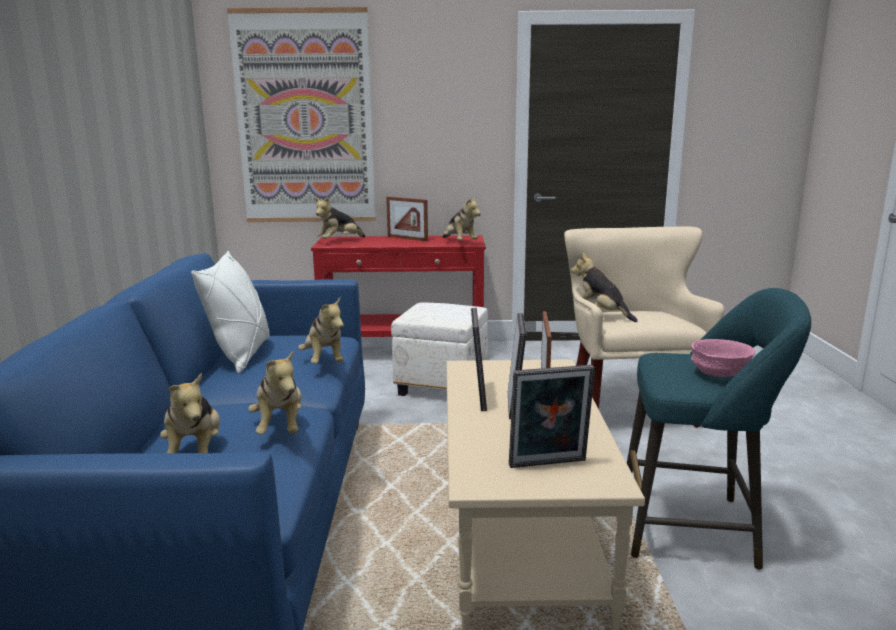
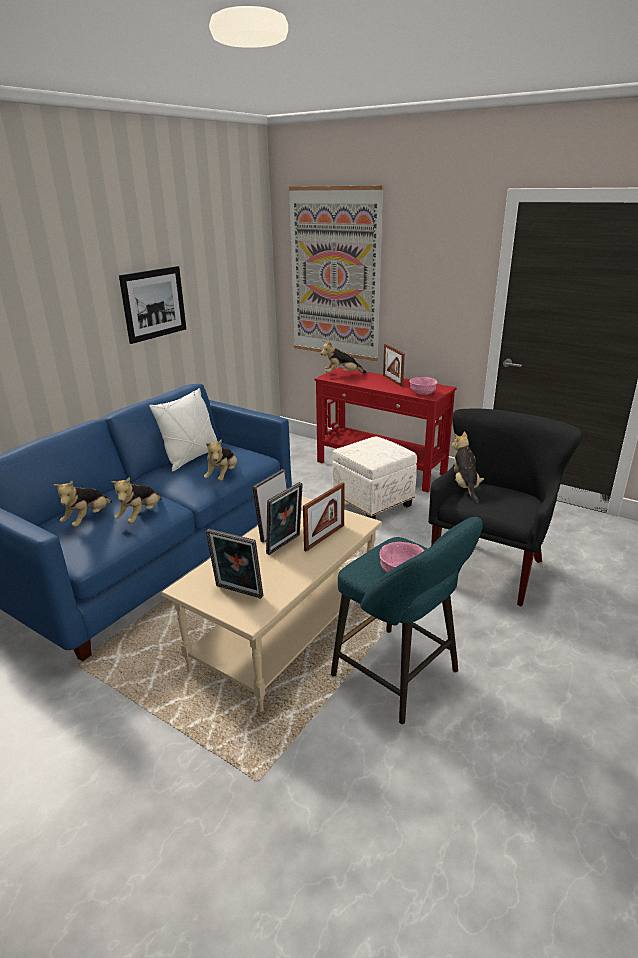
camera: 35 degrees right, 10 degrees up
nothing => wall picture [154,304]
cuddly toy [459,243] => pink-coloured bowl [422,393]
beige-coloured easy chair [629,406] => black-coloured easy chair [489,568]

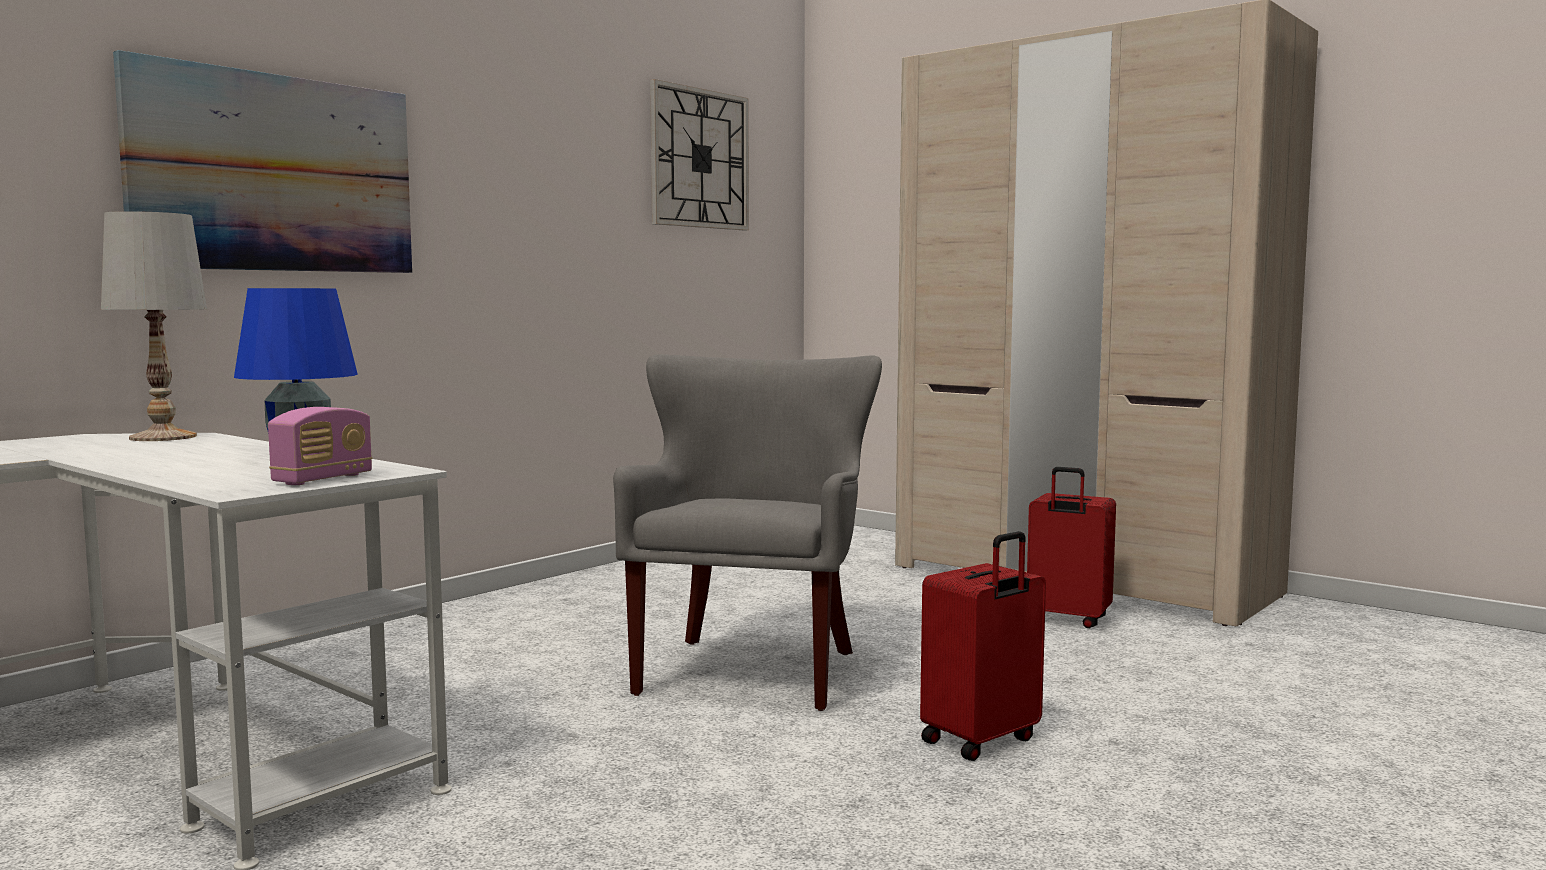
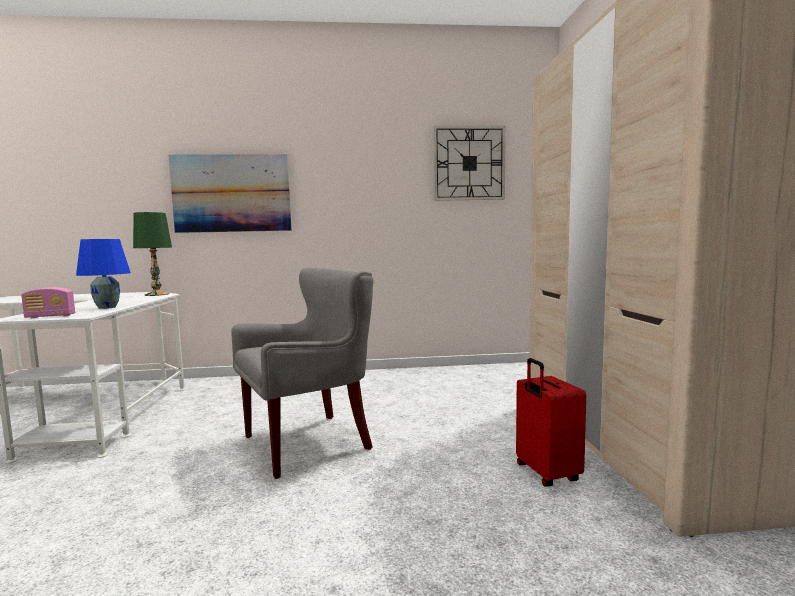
camera: 45 degrees right, 0 degrees up
red-coloured travel case [982,741] => nothing
white-coloured lamp for a table [162,437] => greenish lamp for a table [156,294]

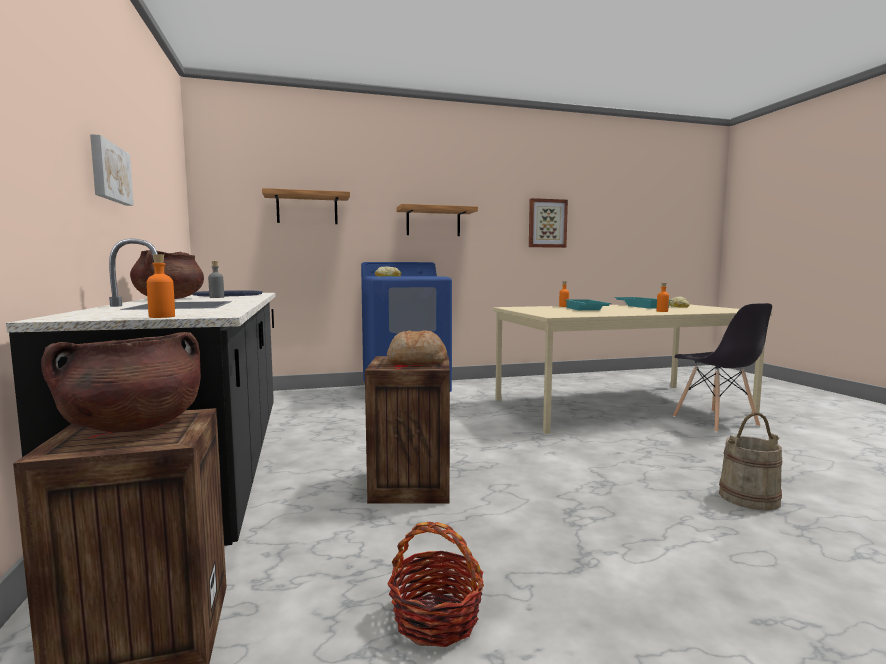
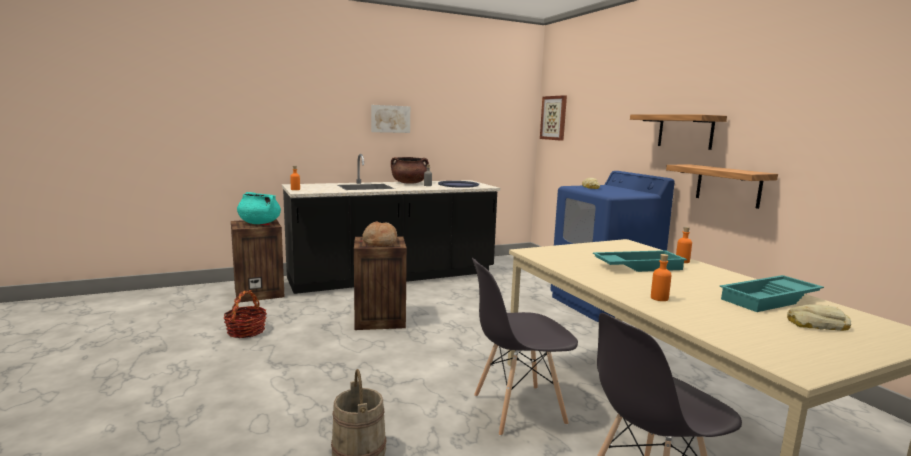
camera: 80 degrees right, 5 degrees up
nothing => greyish chair [517,410]
wall shelf [307,209] => wall shelf [728,185], relocated
wall picture [547,223] => wall picture [554,118], relocated
brownish cooking pot [134,427] => turquoise cooking pot [259,223]

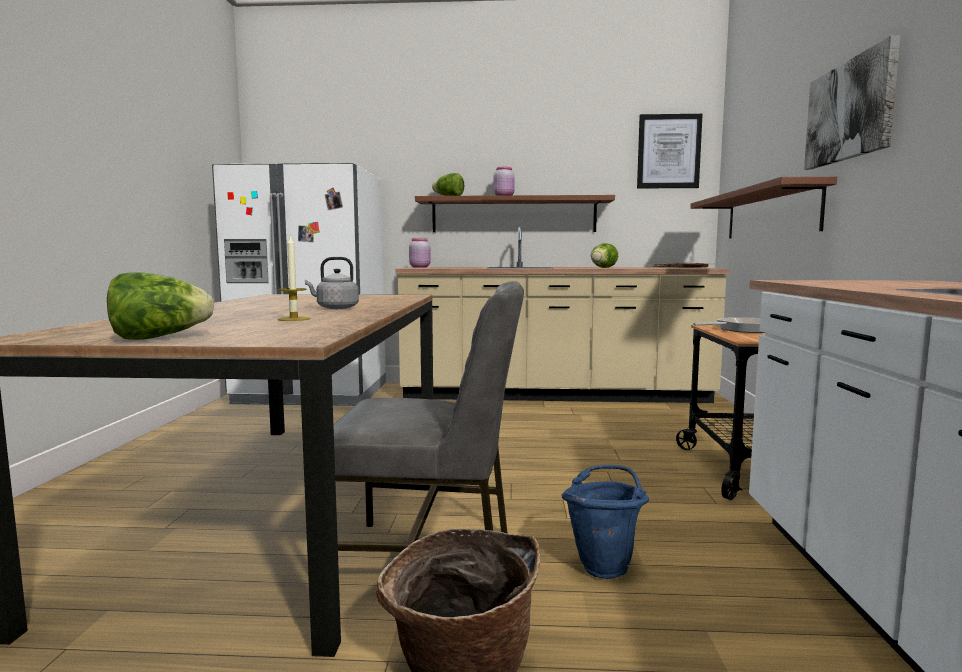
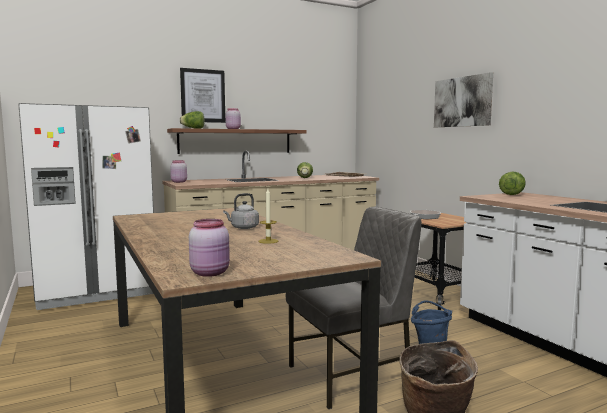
camera: 30 degrees left, 0 degrees up
brownish wall shelf [769,214] => nothing
nothing => pink-coloured preserve jar [211,273]
lettuce [159,337] => lettuce [512,194], relocated
wall picture [668,151] => wall picture [203,96], relocated

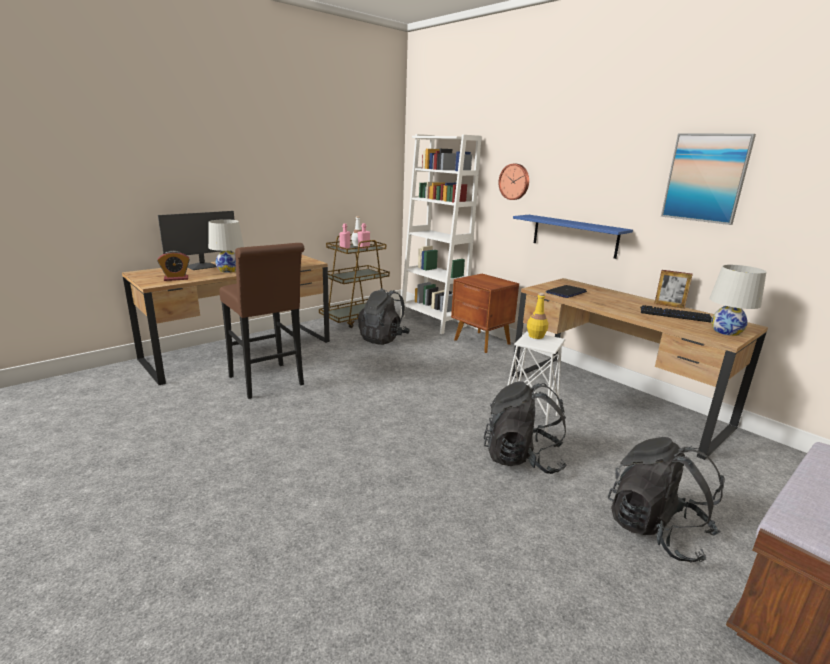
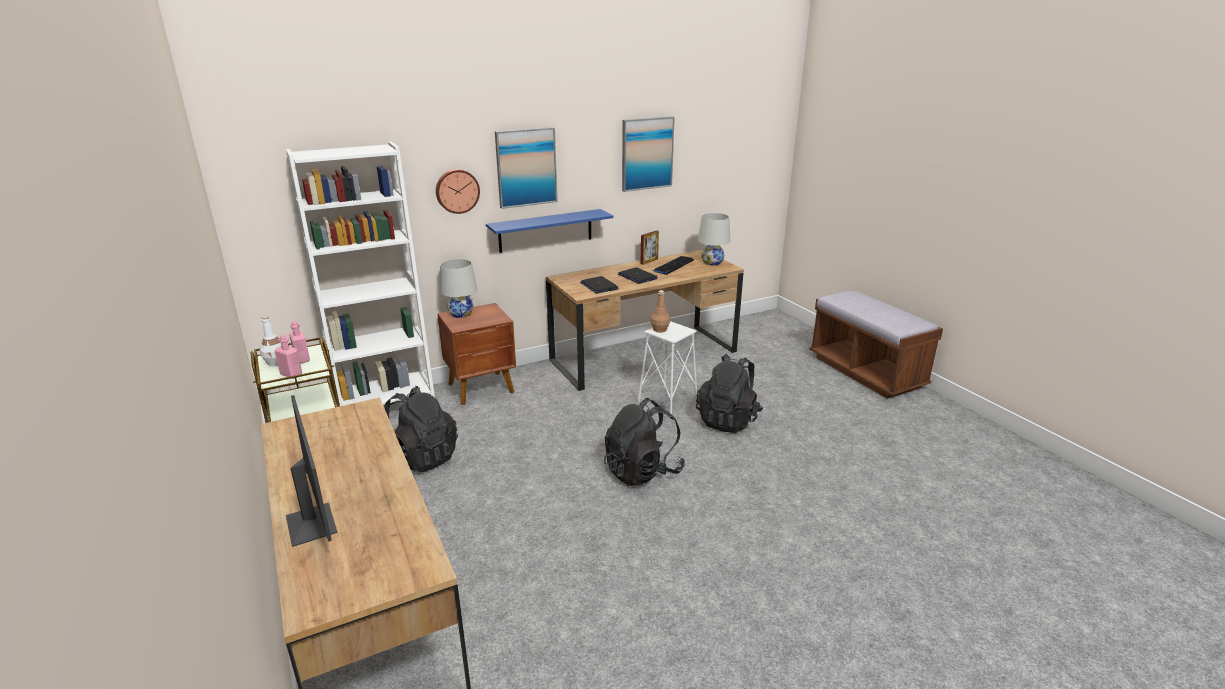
camera: 75 degrees left, 5 degrees up
table clock [176,279] => nothing
brownish stool [268,383] => nothing
nothing => wall picture [526,167]
nothing => portable computer [637,276]
white-coloured lamp for a table [228,270] => white-coloured lamp for a table [461,314], relocated
black-coloured backpack [656,530] => black-coloured backpack [642,471], relocated
yellow-coloured beverage bottle [535,336] => brownish beverage bottle [659,329]

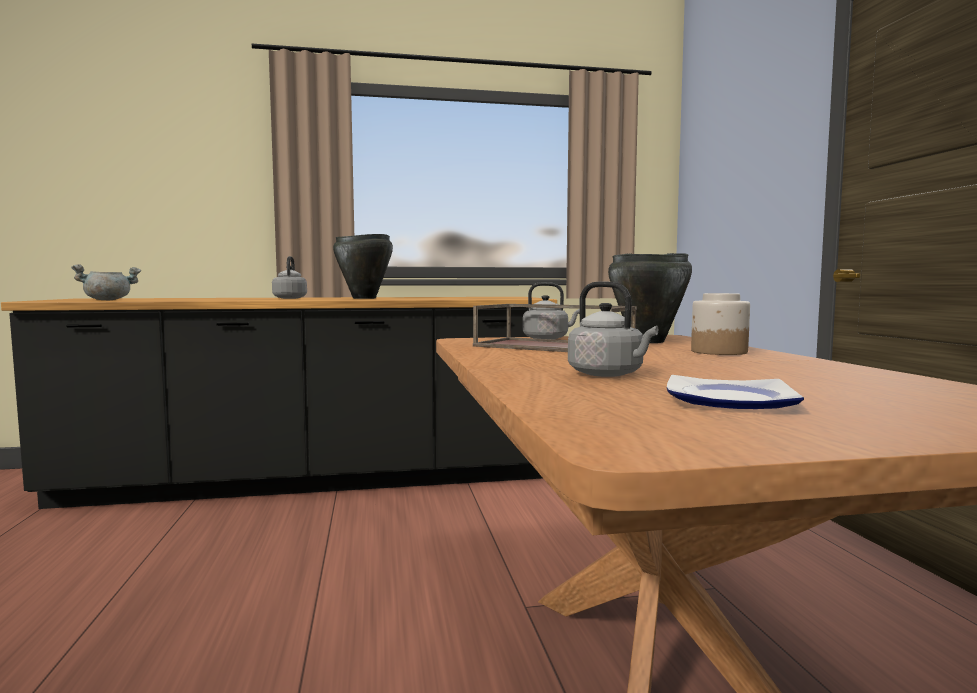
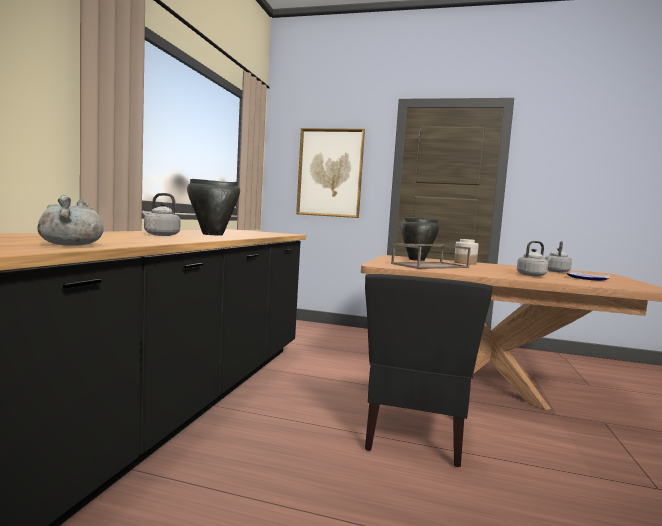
camera: 65 degrees left, 0 degrees up
nothing => wall picture [330,173]
nothing => black-coloured chair [414,434]
greyish kettle [548,339] => greyish kettle [556,271], relocated

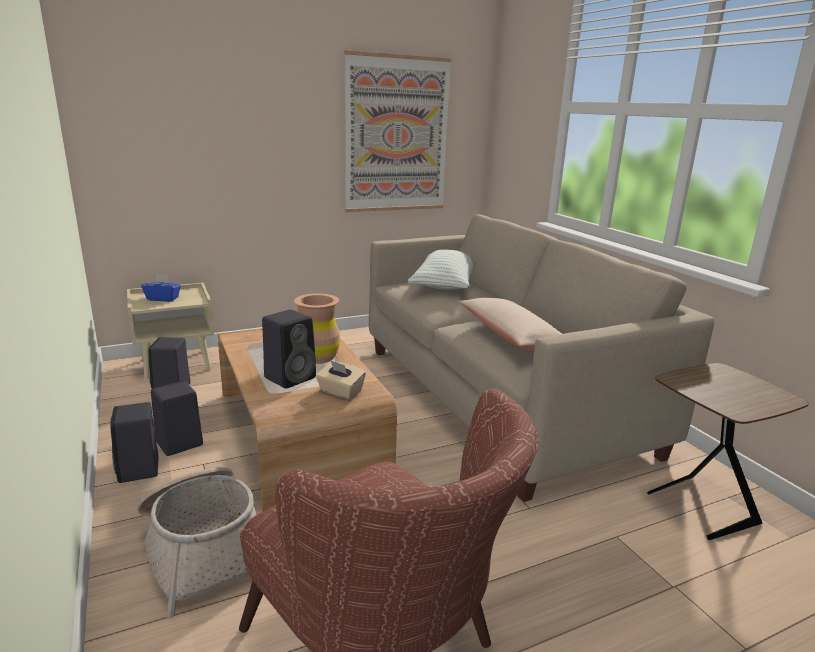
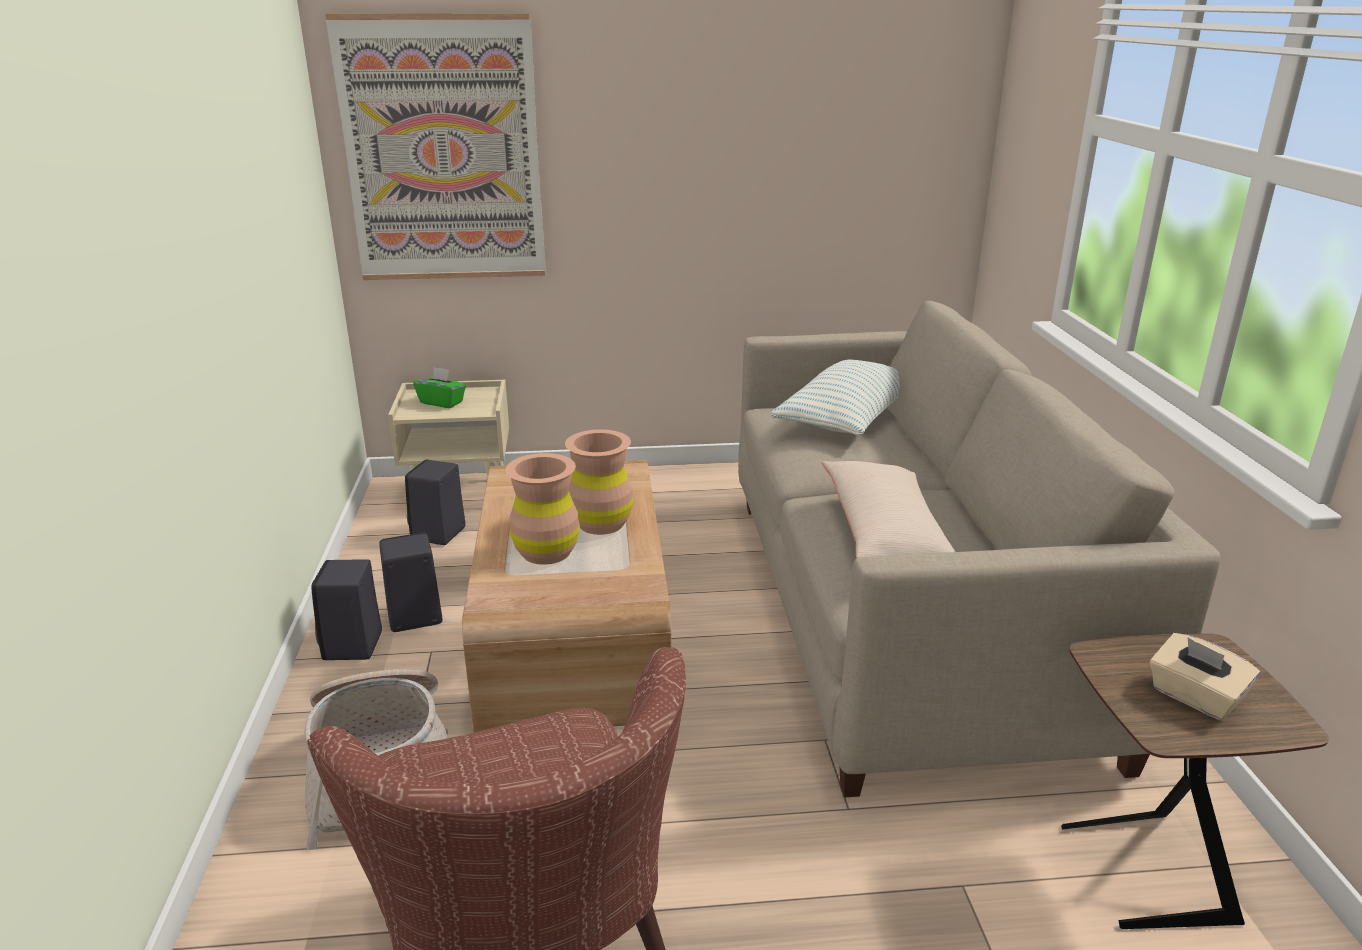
camera: 20 degrees right, 5 degrees up
beige-coloured tissue box [340,392] => beige-coloured tissue box [1194,697], relocated
wall picture [396,135] => wall picture [443,152], relocated
black-coloured speaker [291,377] => brownish vase [546,552]
bluish tissue box [163,298] => greenish tissue box [442,402]

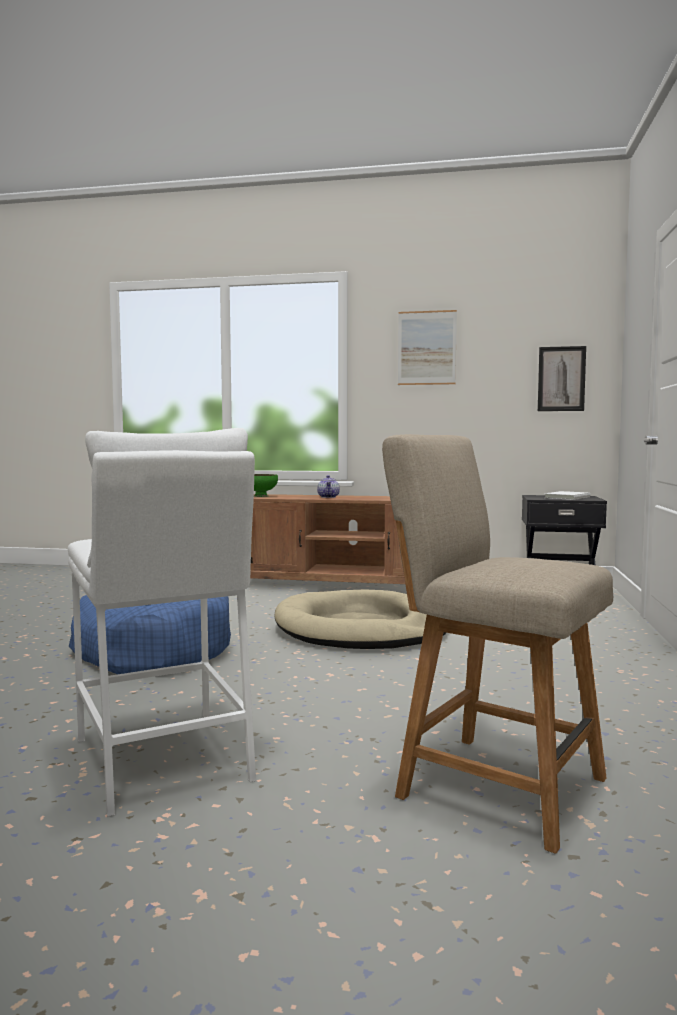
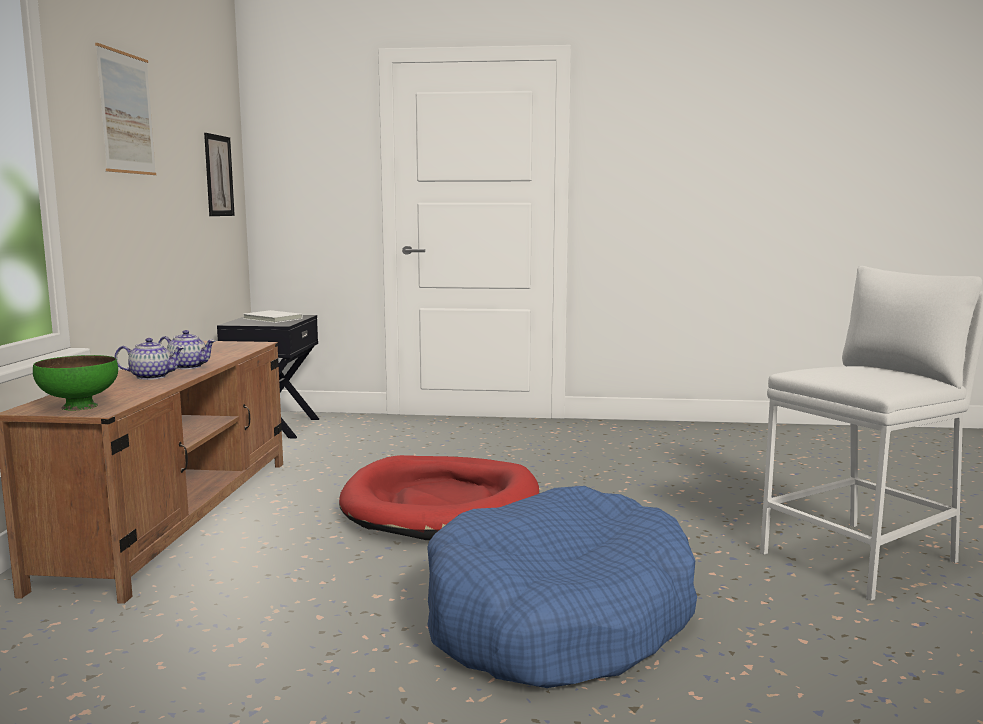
camera: 95 degrees left, 5 degrees up
beige-coloured chair [492,784] => nothing
nothing => tea pot [188,367]
beige-coloured dog bed [360,629] => red-coloured dog bed [442,505]

